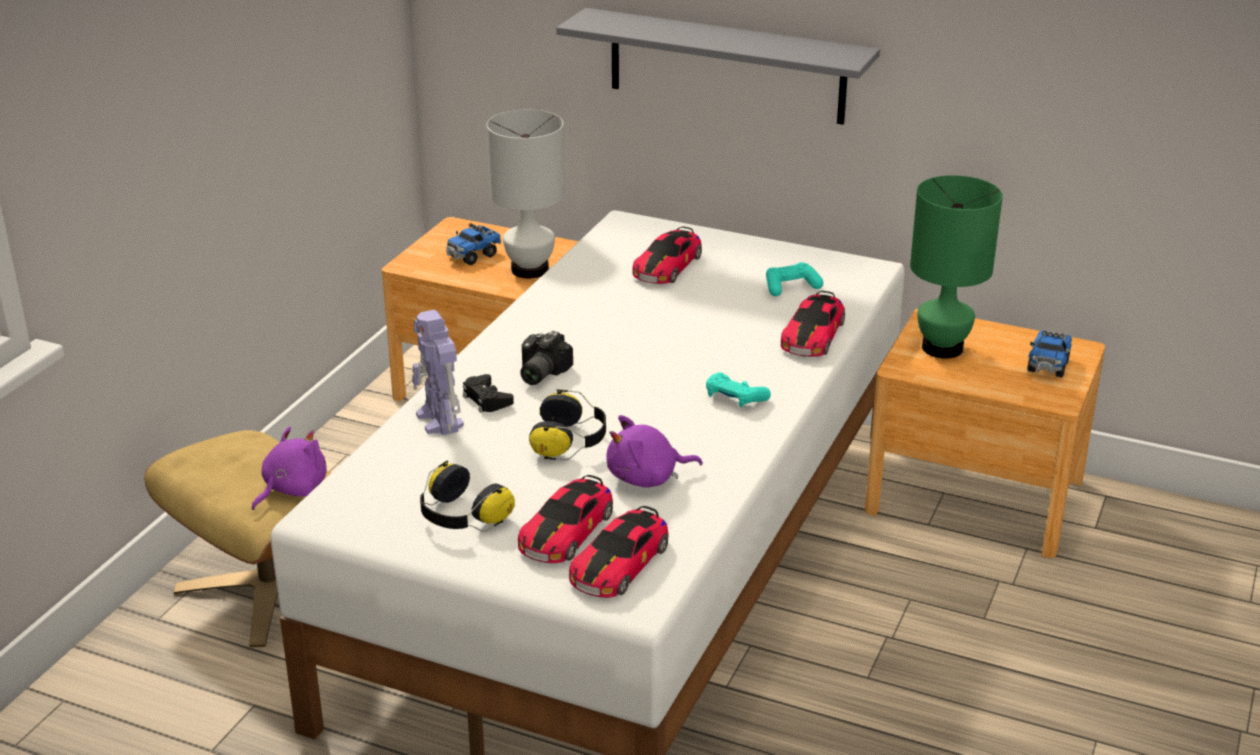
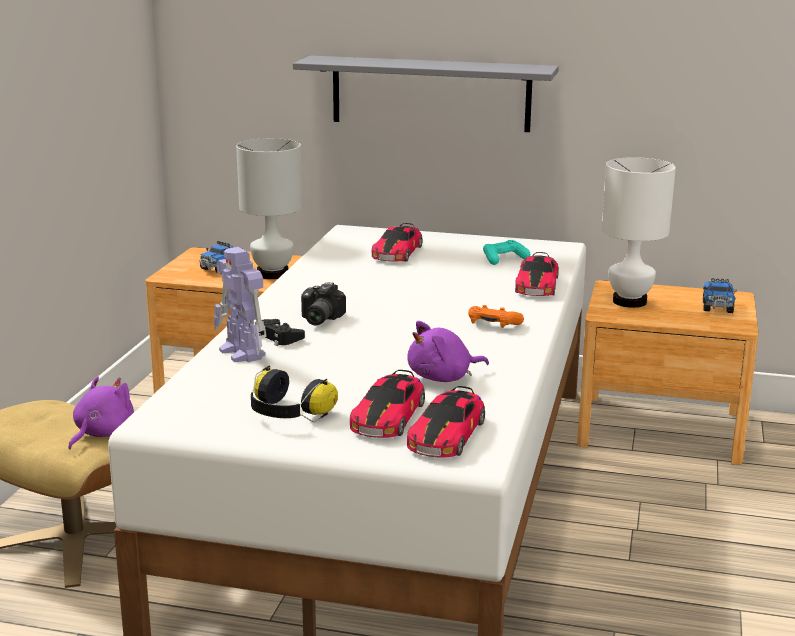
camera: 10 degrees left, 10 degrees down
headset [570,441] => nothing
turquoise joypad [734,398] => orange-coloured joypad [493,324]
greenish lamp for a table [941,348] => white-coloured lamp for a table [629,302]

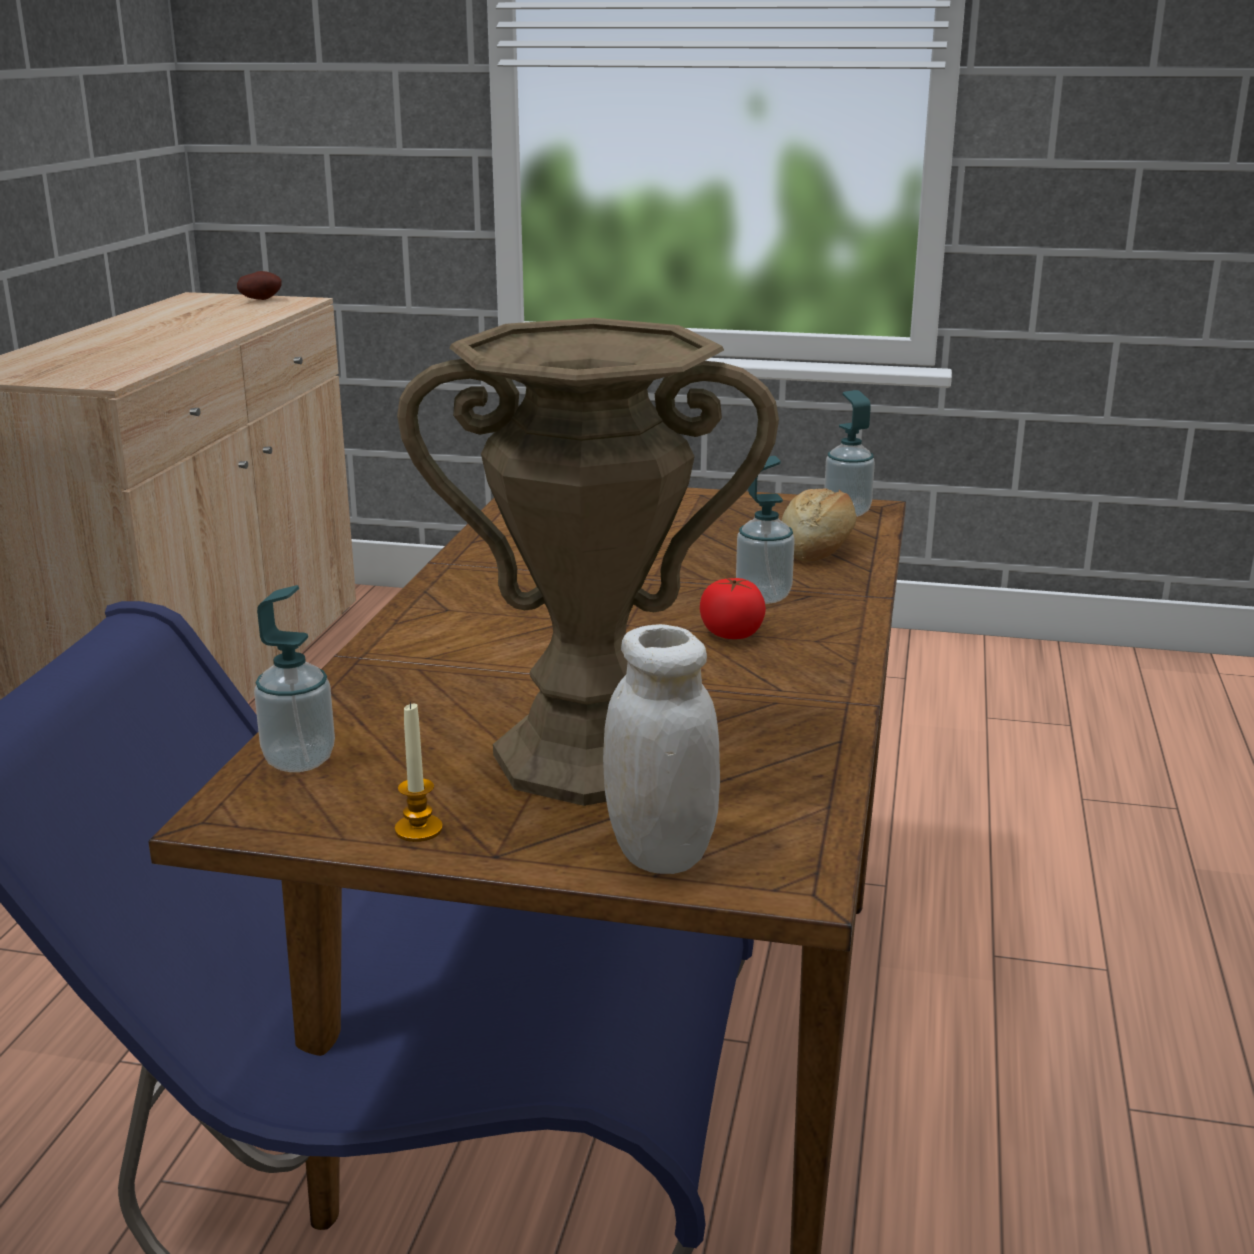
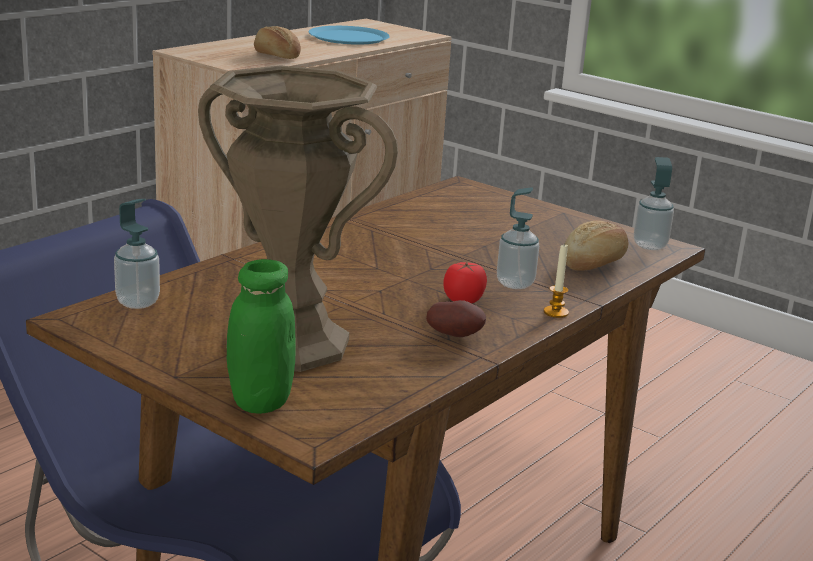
camera: 25 degrees right, 0 degrees up
nothing => bakery bread [276,56]
nothing => bluish plate [348,37]
whole potato [261,300] => whole potato [456,335], relocated
wax light [418,829] => wax light [556,312], relocated
white-coloured preserve jar [660,852] => greenish preserve jar [260,401]

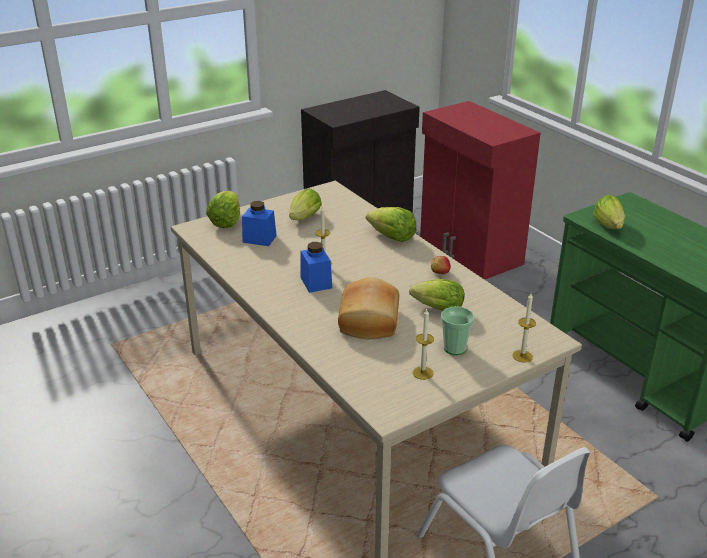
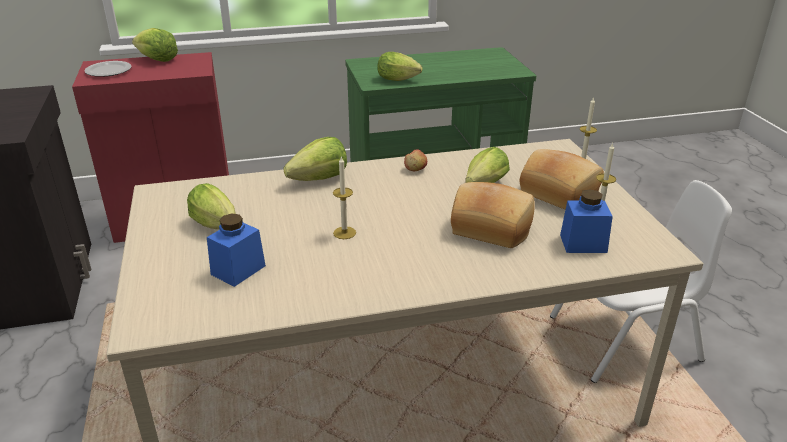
camera: 70 degrees left, 0 degrees up
nothing => plate [109,71]
lettuce [226,221] => lettuce [157,59], relocated
bluish preserve jar [316,282] => bluish preserve jar [583,243], relocated
cup [455,348] => bakery bread [560,192]

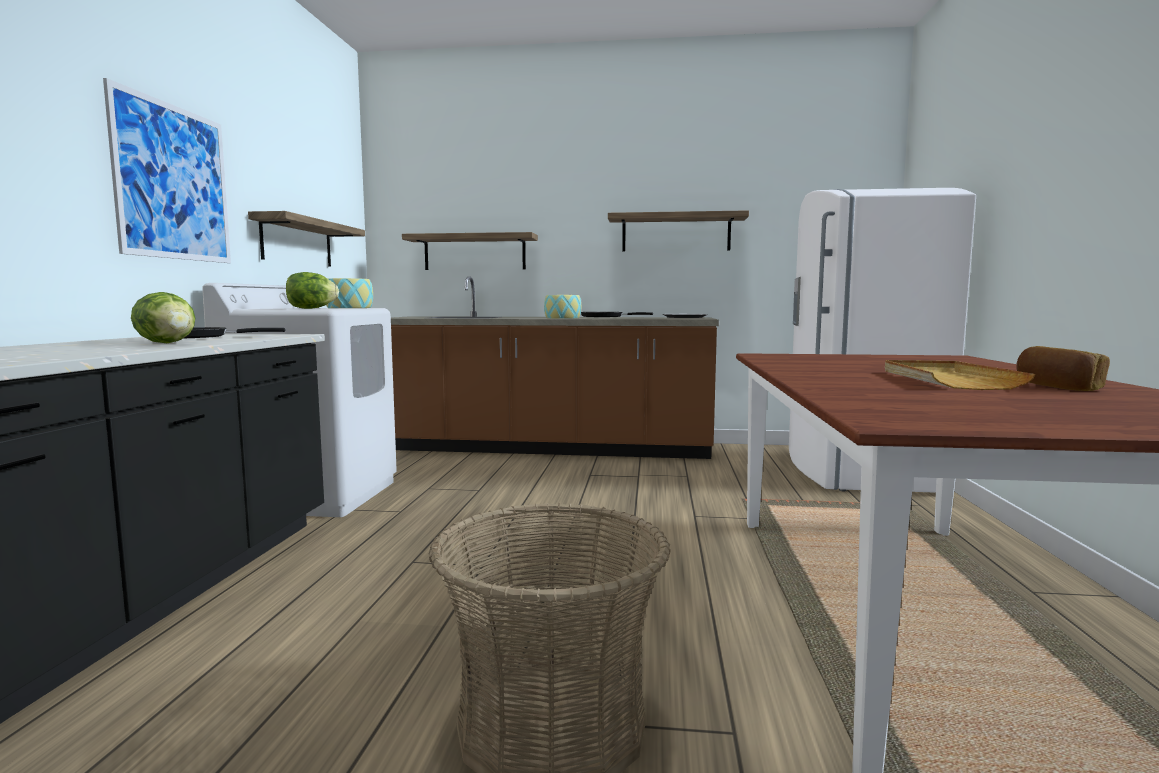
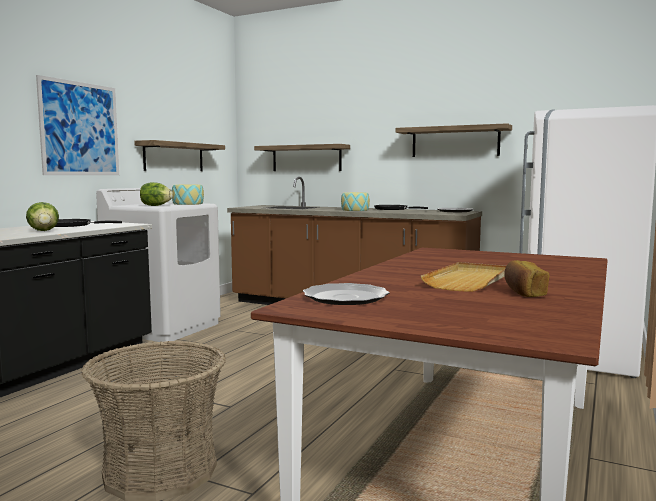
camera: 20 degrees right, 0 degrees up
nothing => plate [346,297]

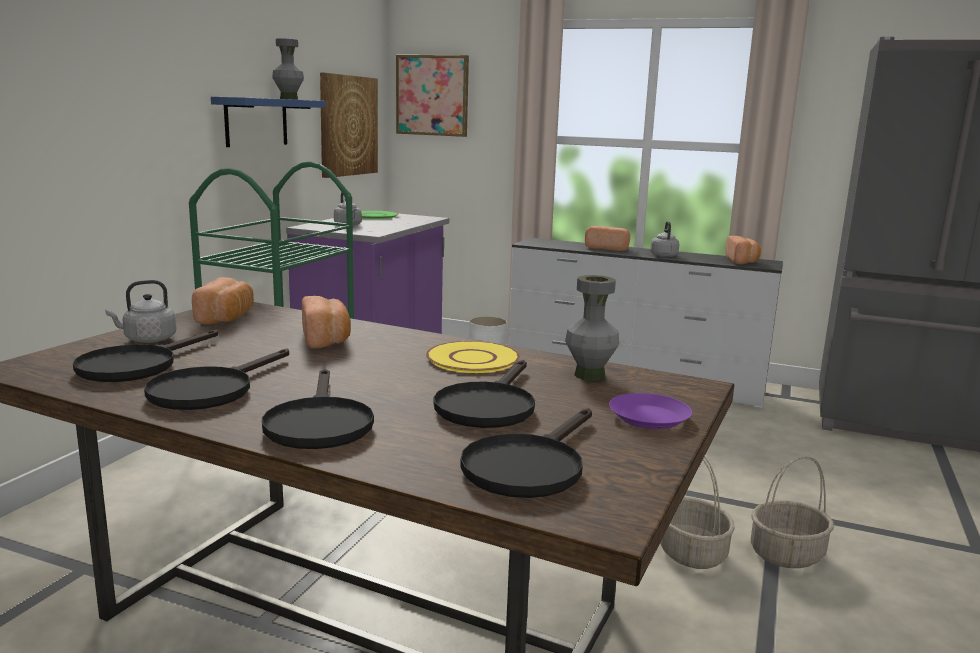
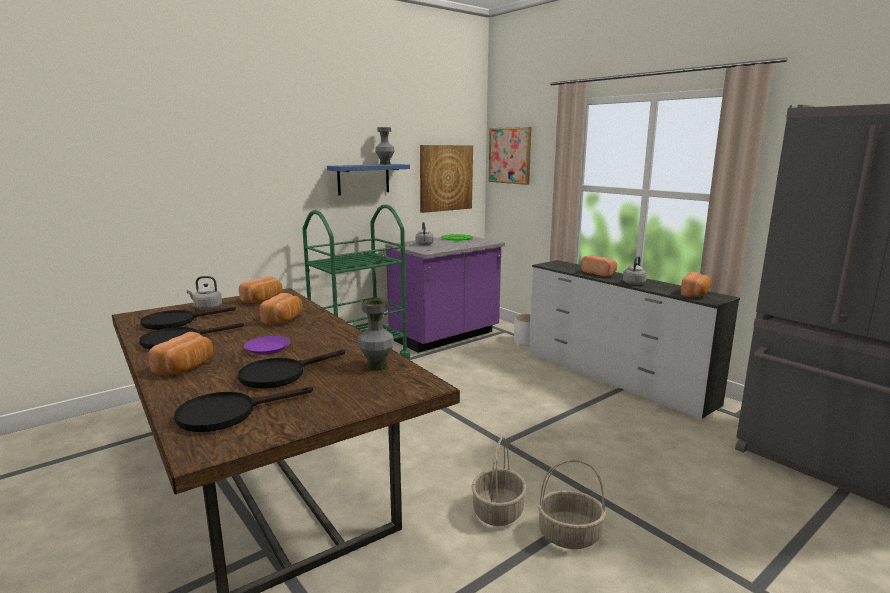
camera: 30 degrees right, 0 degrees up
yellow-coloured plate [473,359] => nothing
purple-coloured plate [648,417] => purple-coloured plate [267,348], relocated
black-coloured skillet [318,423] => bakery bread [186,367]

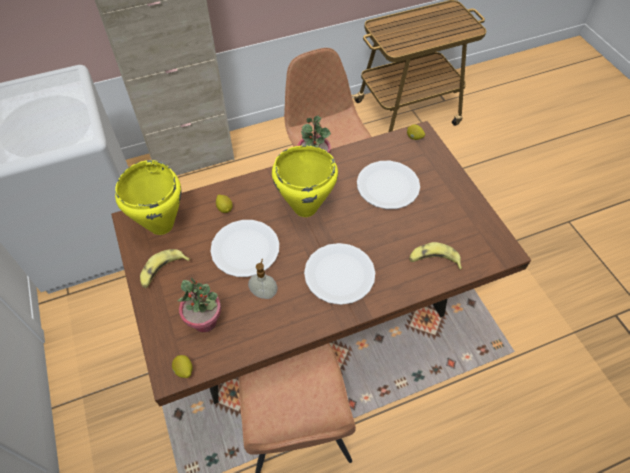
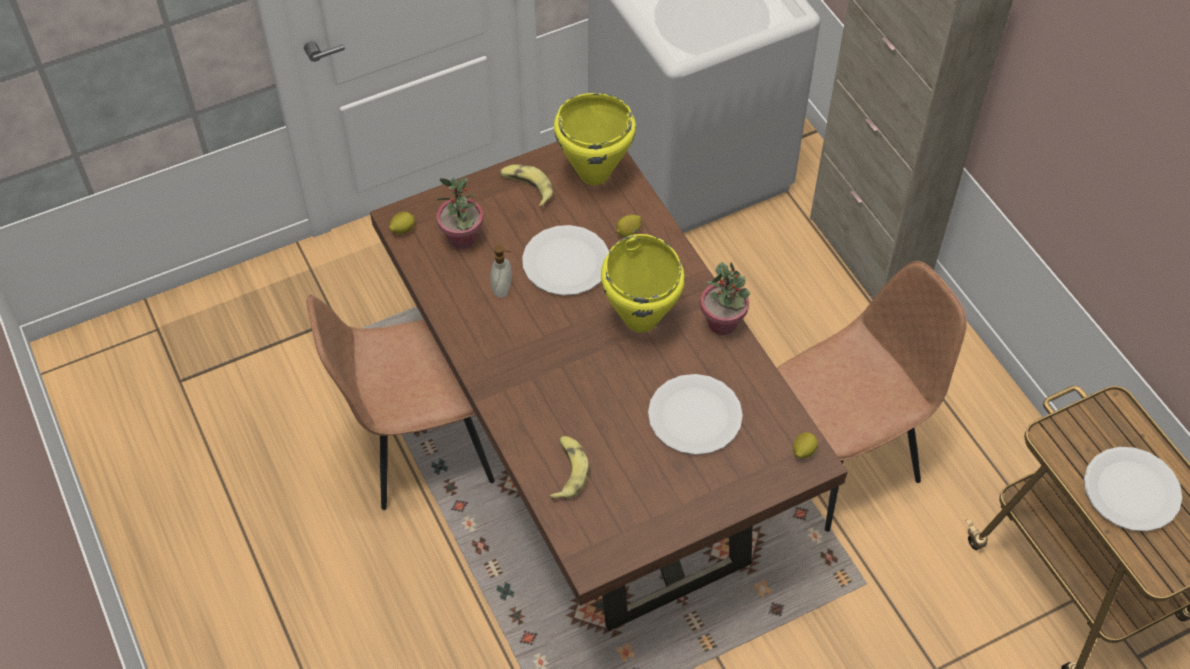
camera: 85 degrees right, 0 degrees up
white-coloured plate [339,274] => white-coloured plate [1131,490], relocated

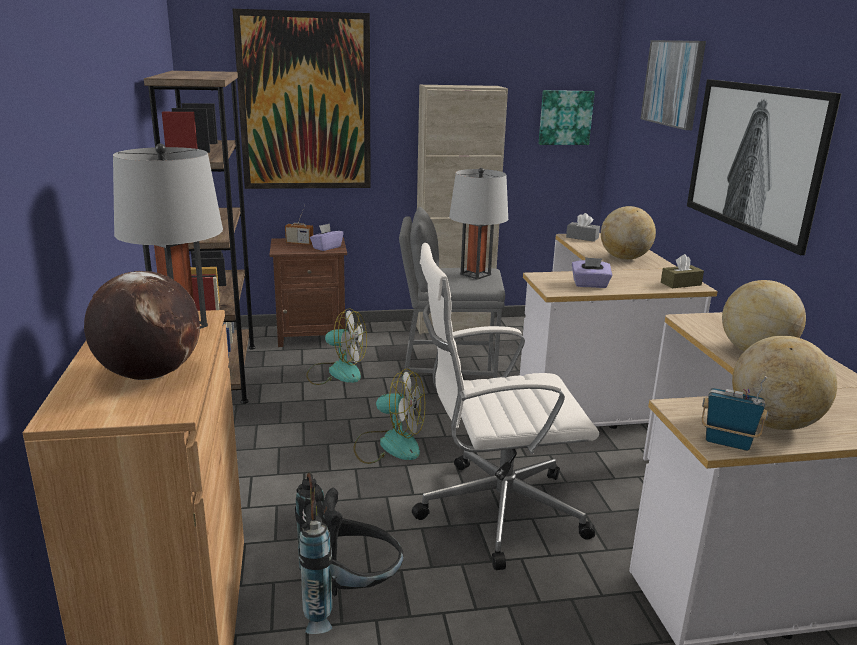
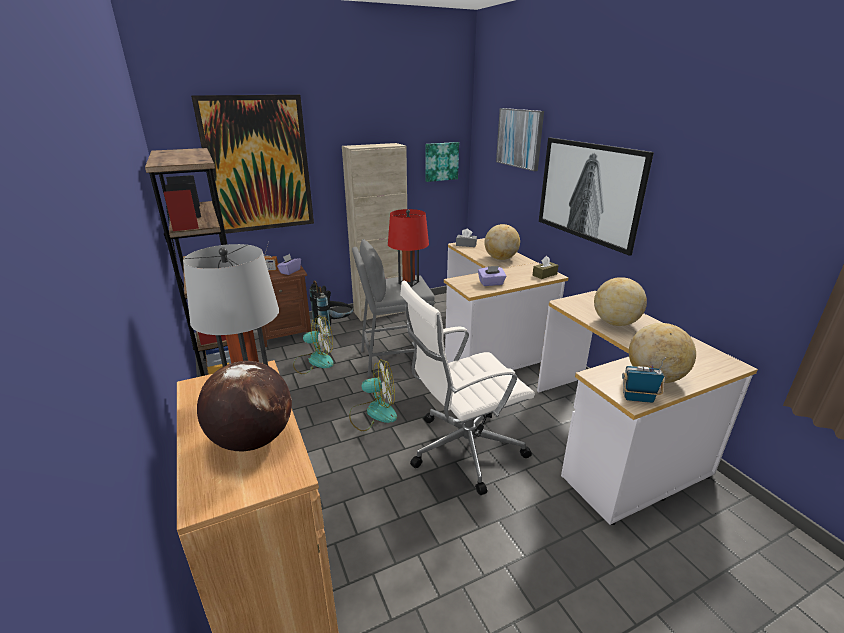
camera: 15 degrees left, 5 degrees up
black-coloured backpack [348,600] => black-coloured backpack [334,329], relocated
greyish lamp for a table [475,274] => red-coloured lamp for a table [408,282]

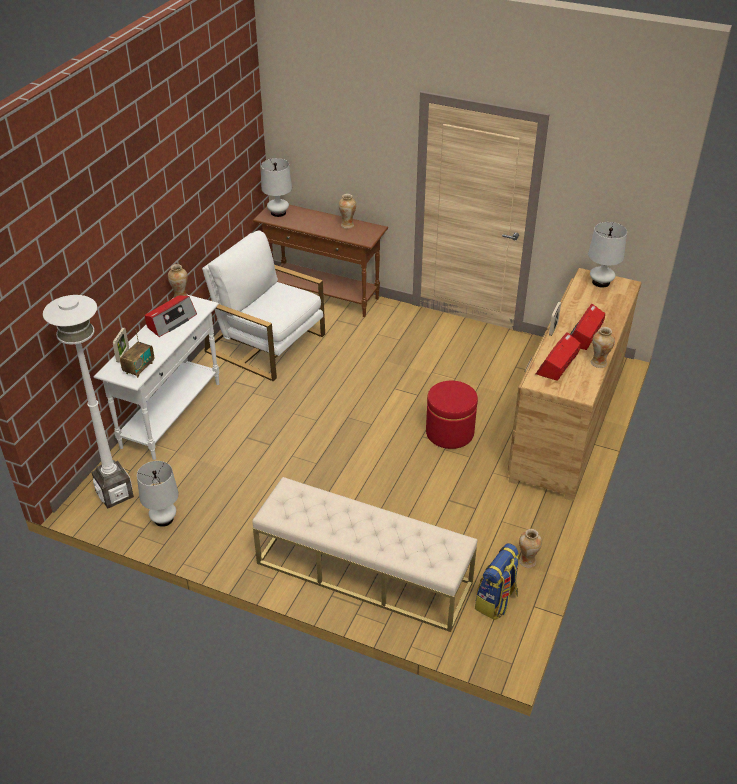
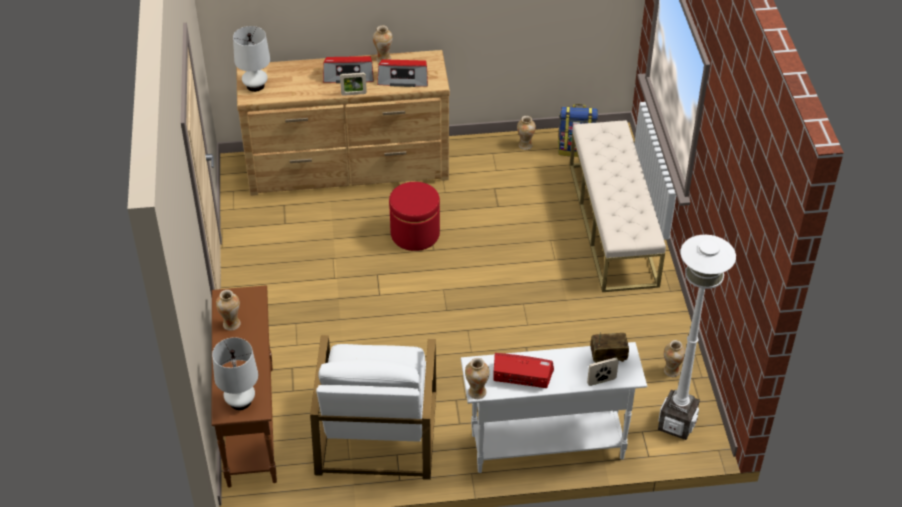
camera: 120 degrees left, 5 degrees up
white-coloured lamp for a table [163,519] => vase [671,371]

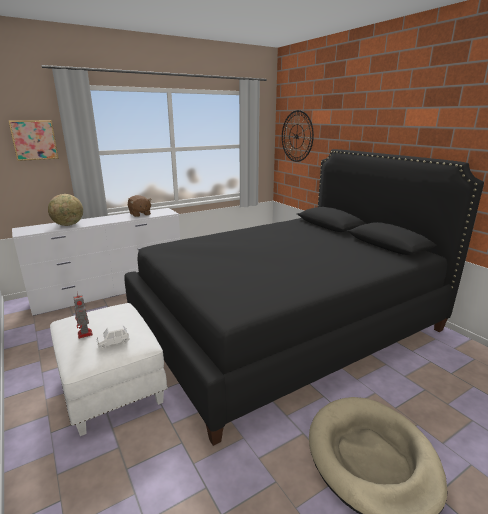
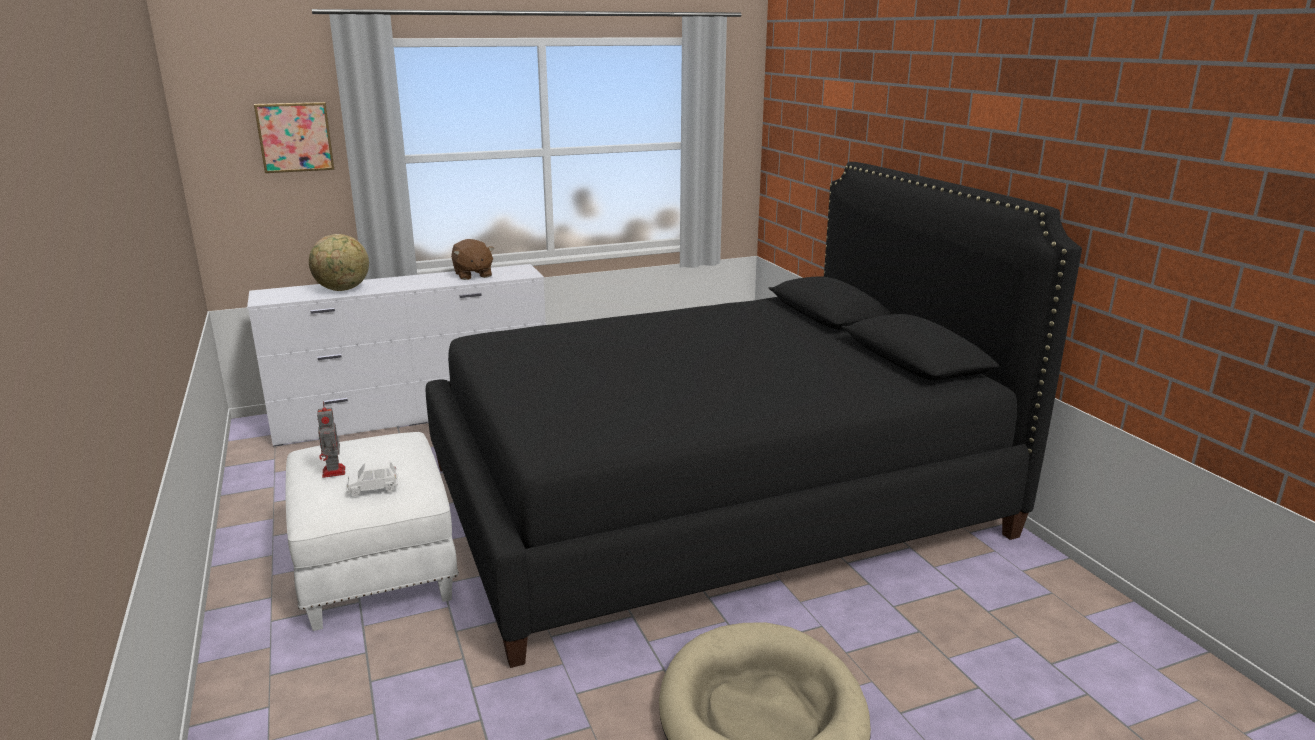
camera: 10 degrees right, 0 degrees up
wall clock [297,136] => nothing

